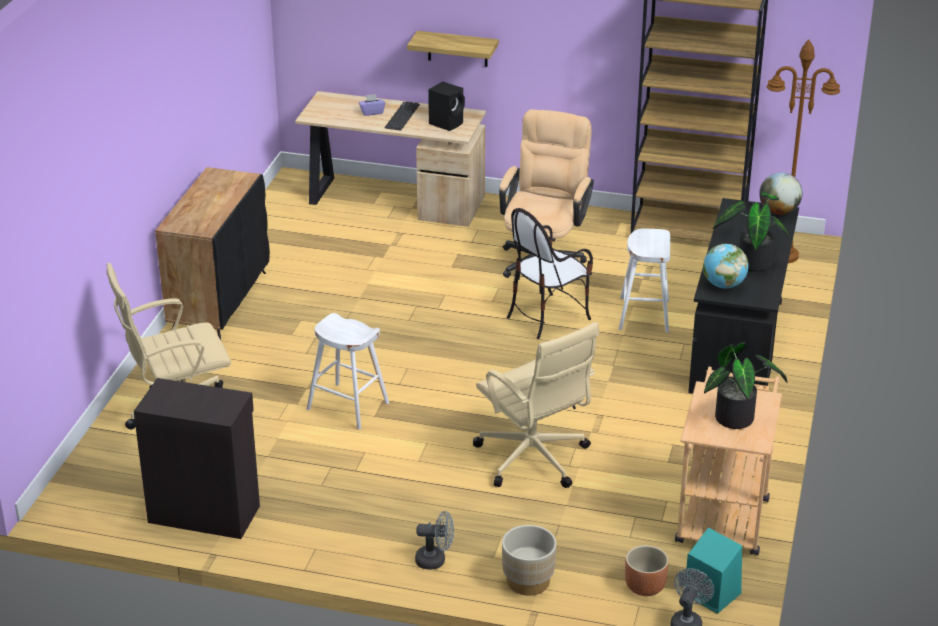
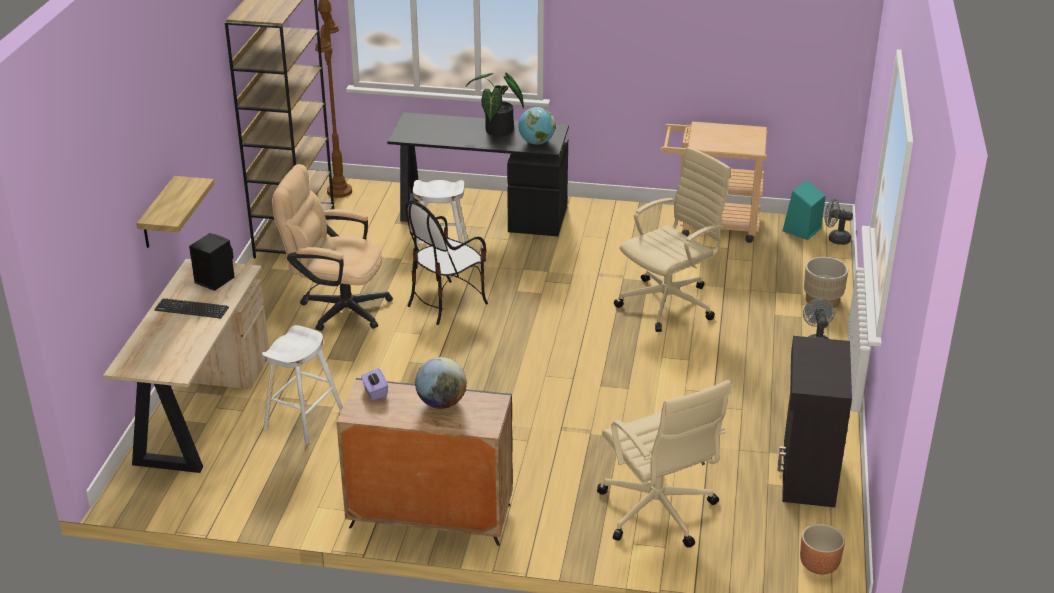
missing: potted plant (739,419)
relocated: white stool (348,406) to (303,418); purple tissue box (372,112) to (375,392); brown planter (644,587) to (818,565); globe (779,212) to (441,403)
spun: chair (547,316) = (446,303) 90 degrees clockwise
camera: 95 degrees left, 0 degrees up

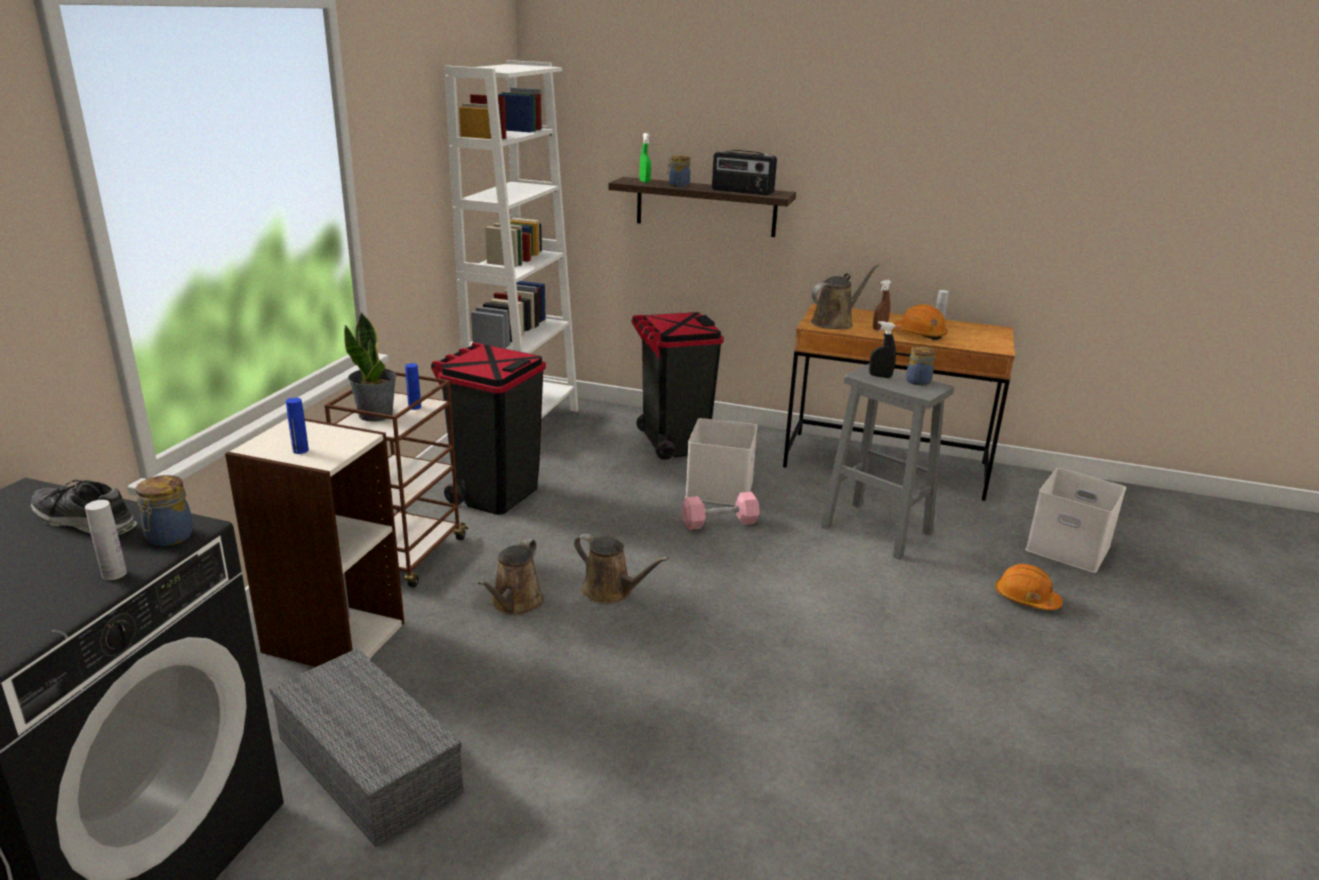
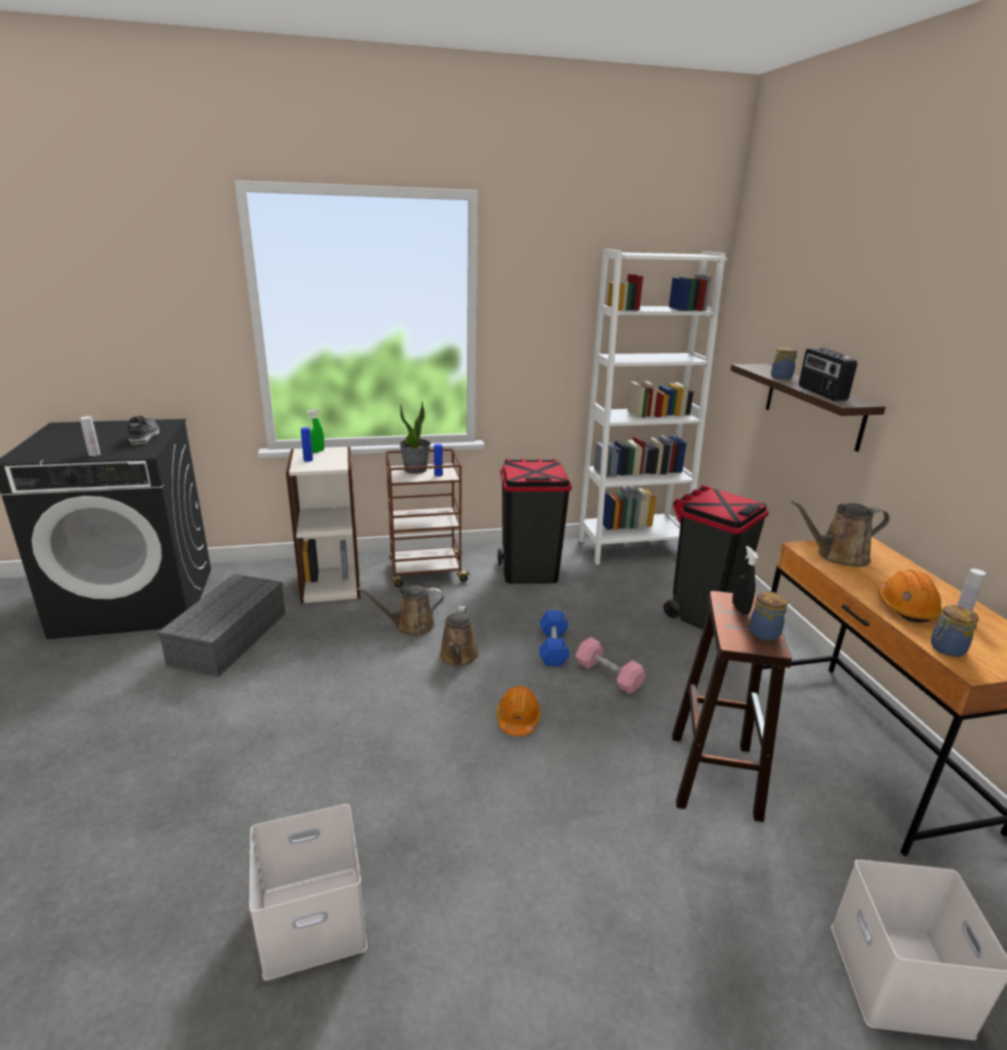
missing: brown spray bottle (879,328)
appeared: blue dumbbell (553,647)
relocated: jar (168,537) to (946,649); green spray bottle (644,182) to (316,451); white storage box (718,488) to (315,917); orange hard hat (1025,599) to (518,719)
colour: grey stool (874,529) to brown stool (713,774)
spun: brown watering can (835,322) = (838,556) 150 degrees clockwise
camera: 60 degrees right, 0 degrees up

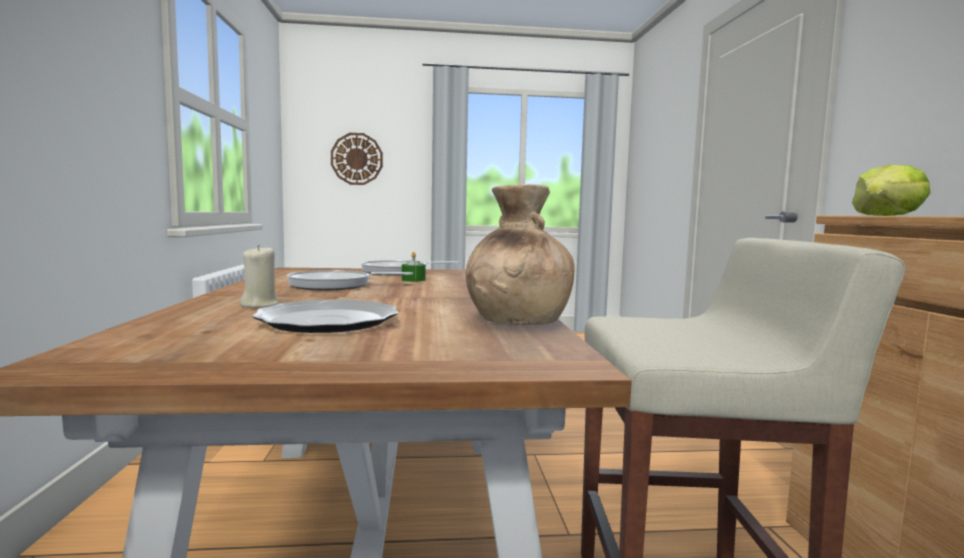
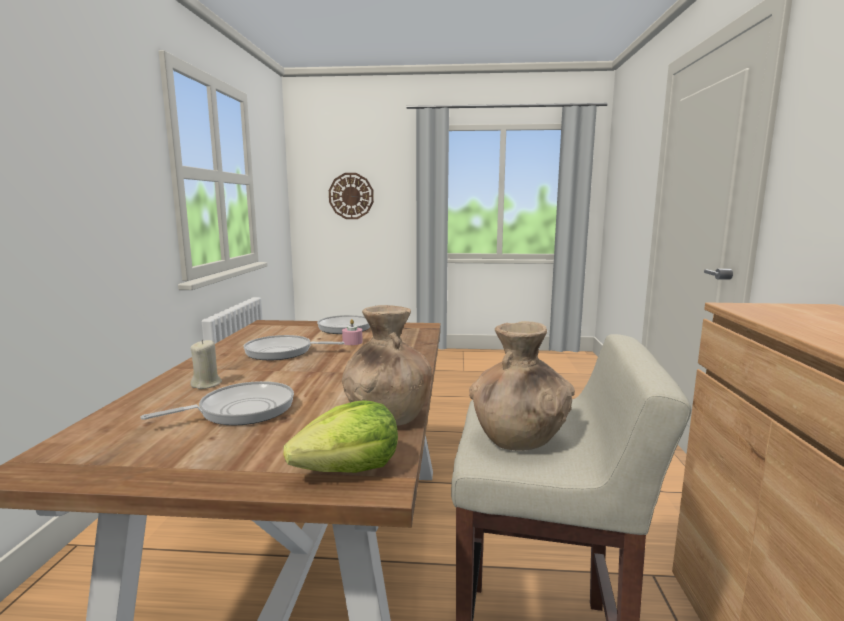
appeared: brown vase (518,438)
relocated: lettuce (885,215) to (349,469)
exchanged: plate (327,321) to frying pan (241,410)
colour: green candle (413,280) to pink candle (352,342)
camera: 10 degrees right, 5 degrees up

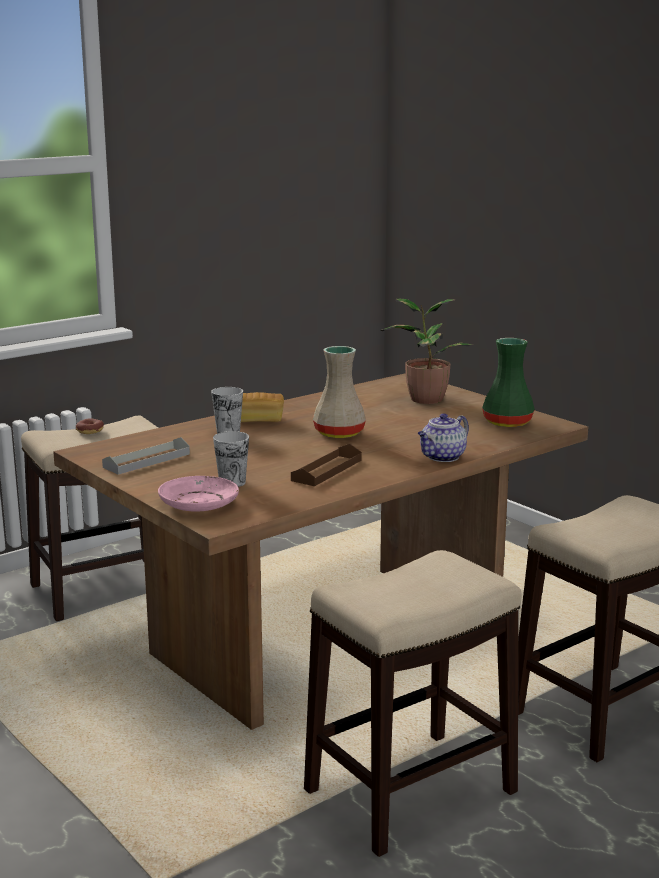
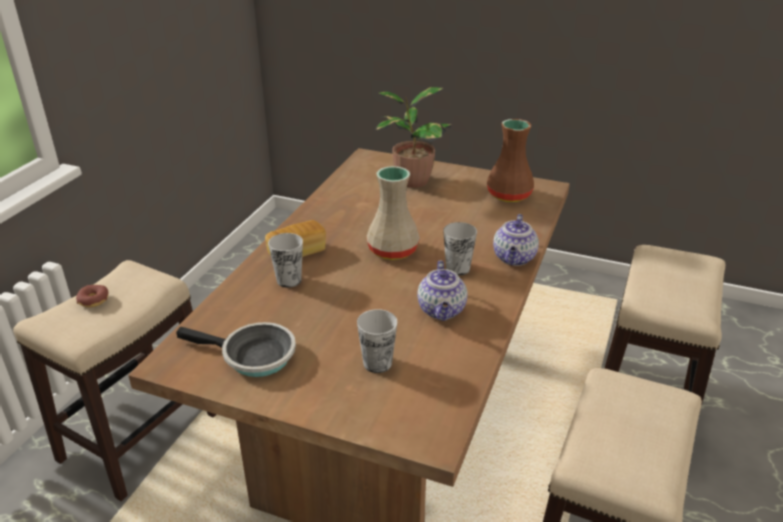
missing: pink plate (198,503)
appeared: cup (457,268)
exchanged: grey tray (146,460) to frying pan (253,356); brown tray (327,470) to teapot (442,311)
colour: green vase (507,422) to brown vase (508,194)
camera: 30 degrees left, 15 degrees up

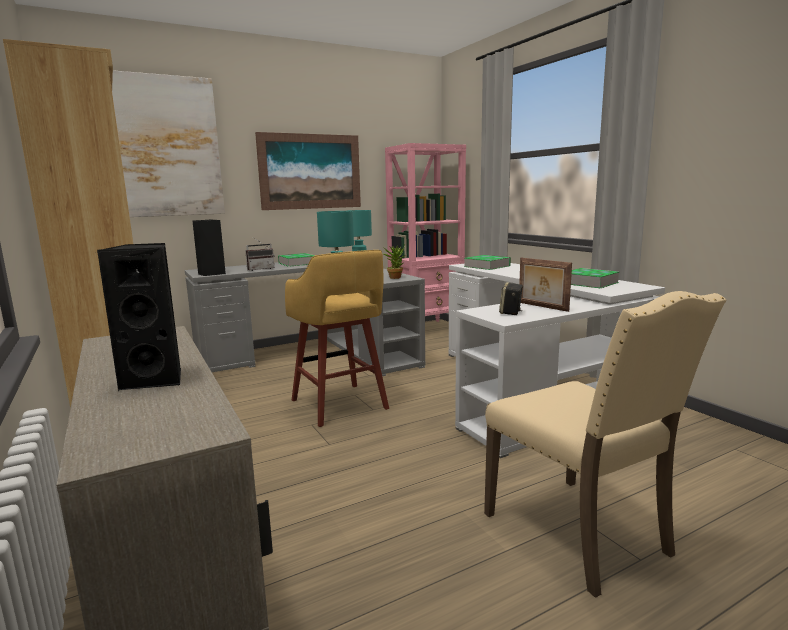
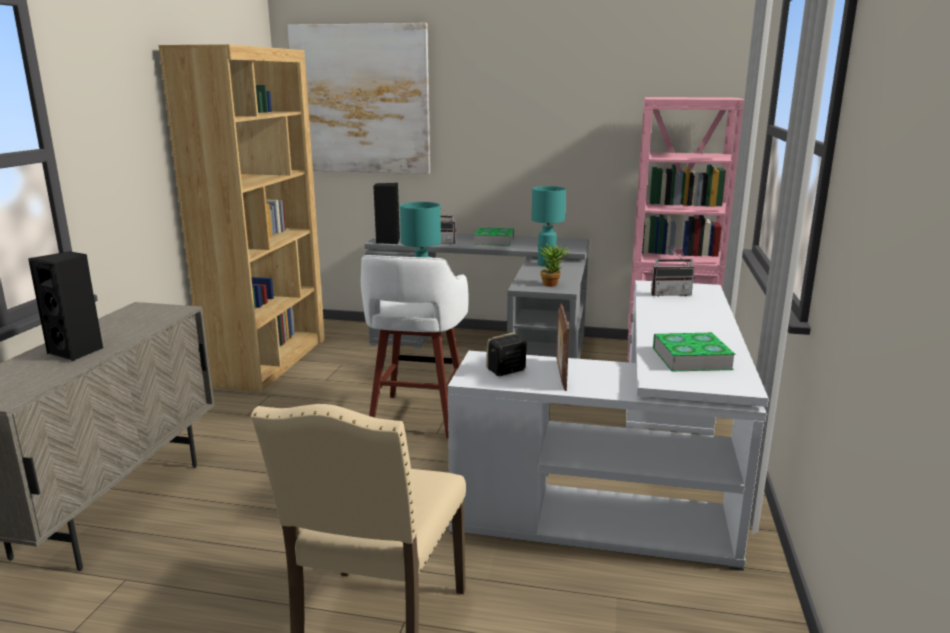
missing: picture (310,171)
exchanged: book (487,266) to radio (670,294)
colour: yellow stool (340,405) to white stool (417,417)
camera: 40 degrees right, 5 degrees up

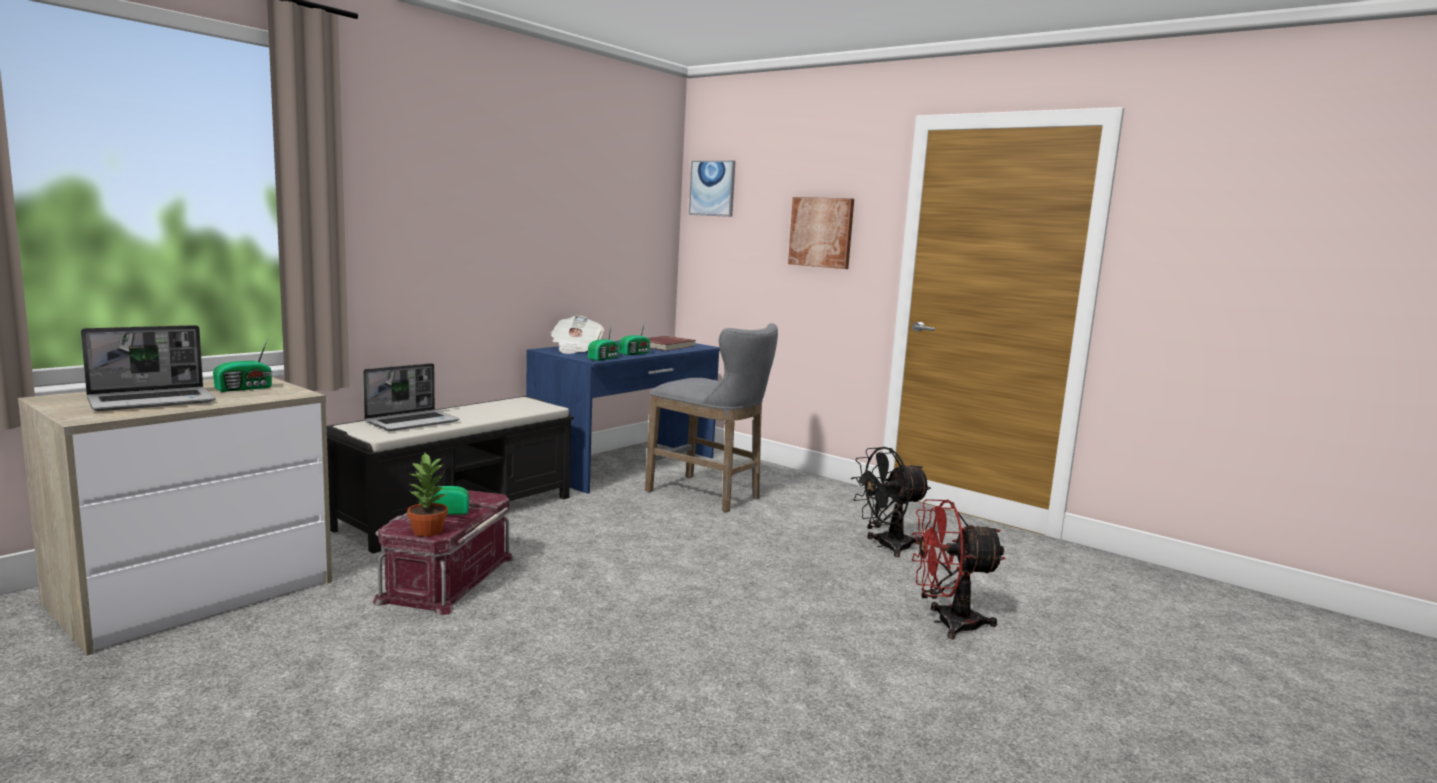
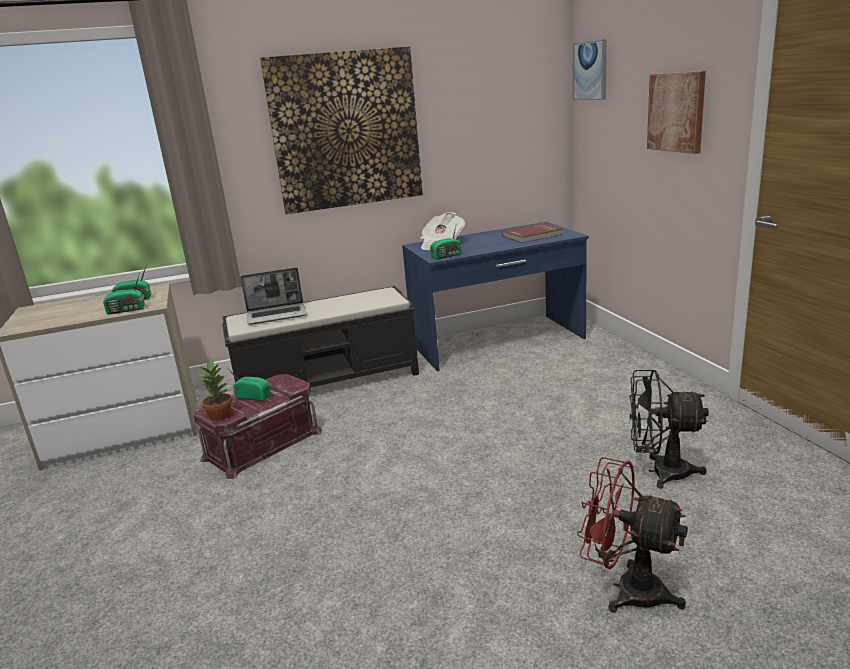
missing: laptop (153,401); grey stool (709,495)
appeared: picture (346,130)
relocated: radio (635,353) to (127,310)
camera: 35 degrees right, 10 degrees up

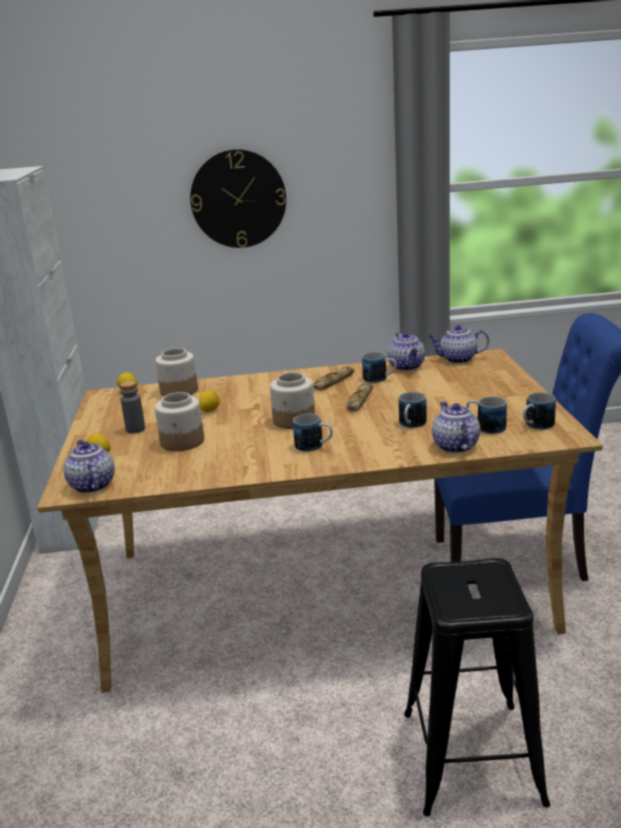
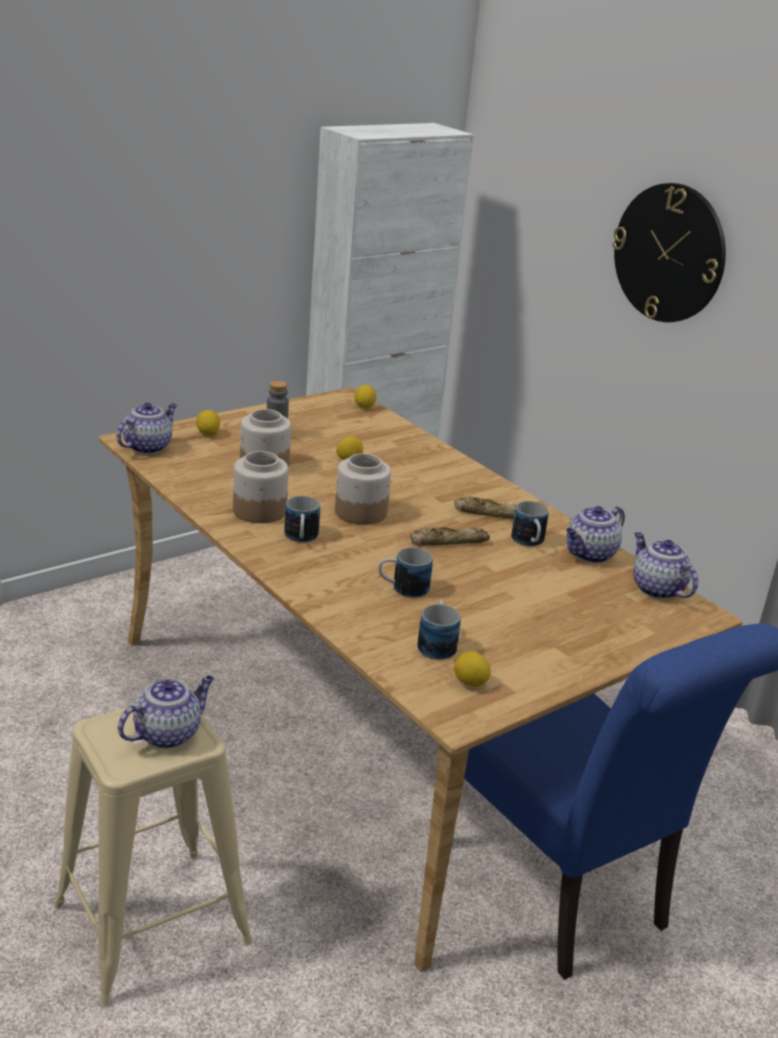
relocated: jar (178,391) to (258,511); teapot (454,446) to (168,733)
exchanged: mug (535,426) to lemon (470,683)
colour: black stool (472,757) to beige stool (151,924)
camera: 55 degrees right, 5 degrees up

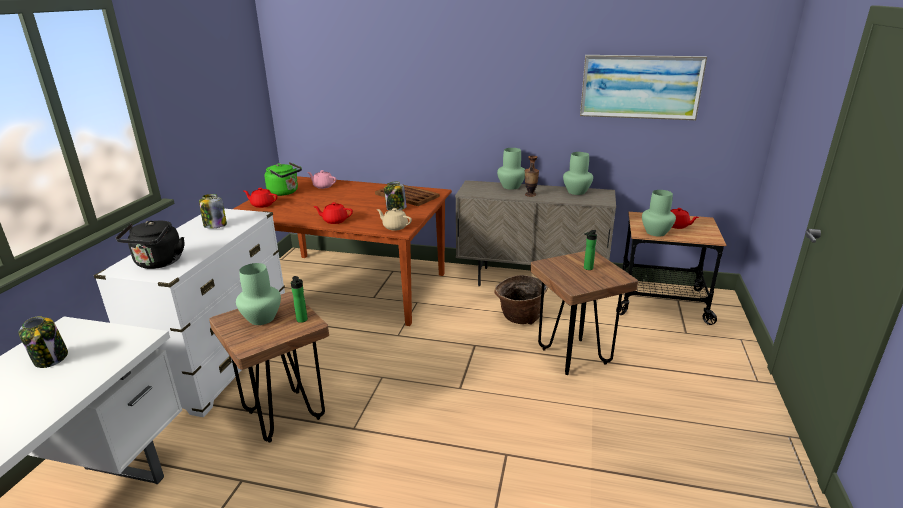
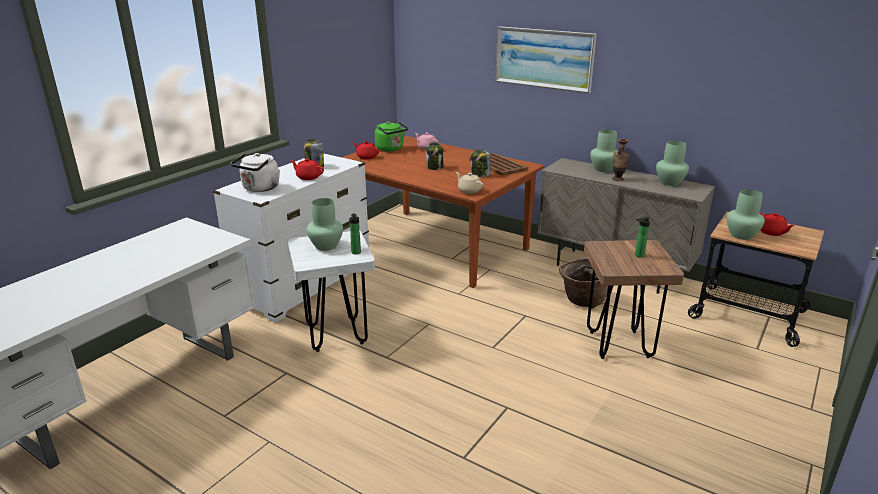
relocated: jar (51,358) to (435,167); red teapot (334,221) to (308,177); picture (640,87) to (544,58)
colour: black kettle (158,263) to white kettle (259,189); brown stool (285,415) to white stool (336,335)
camera: 20 degrees right, 0 degrees up

